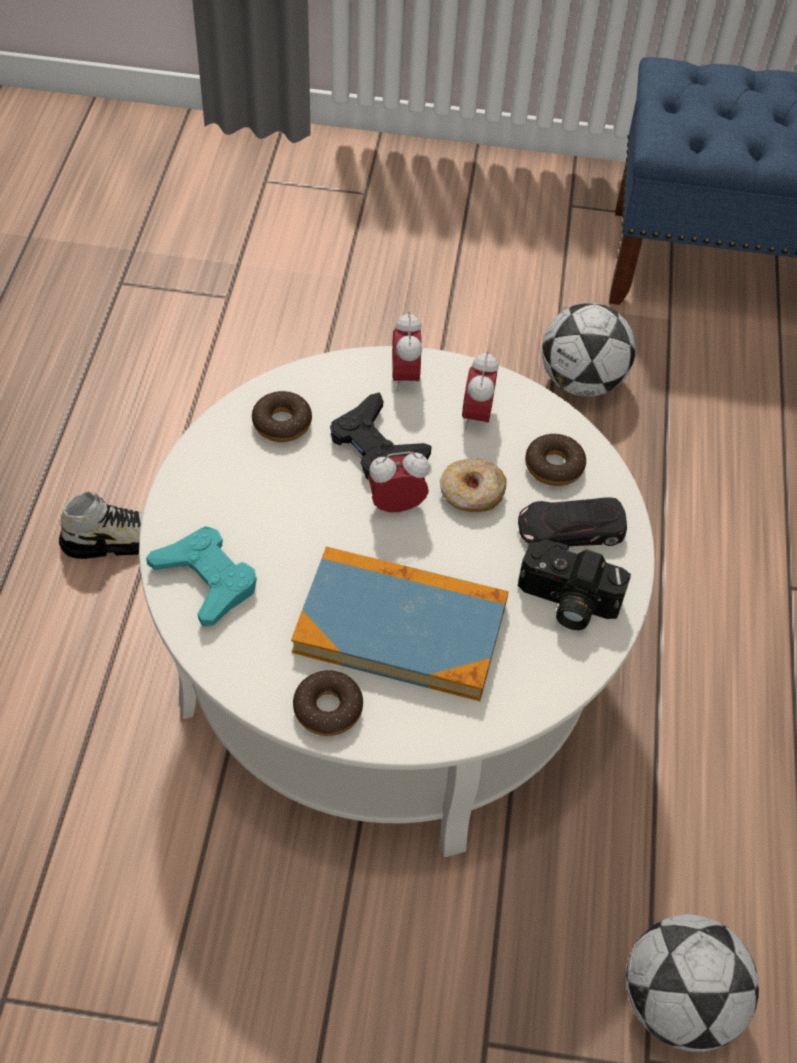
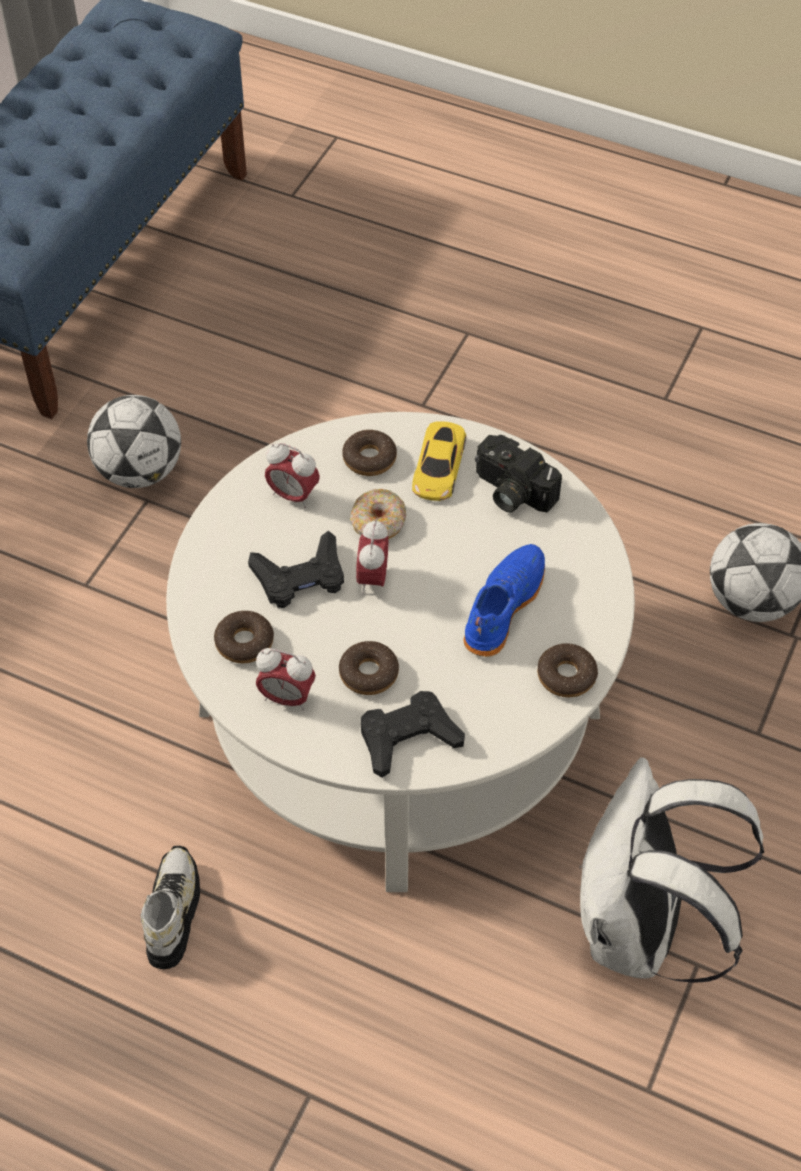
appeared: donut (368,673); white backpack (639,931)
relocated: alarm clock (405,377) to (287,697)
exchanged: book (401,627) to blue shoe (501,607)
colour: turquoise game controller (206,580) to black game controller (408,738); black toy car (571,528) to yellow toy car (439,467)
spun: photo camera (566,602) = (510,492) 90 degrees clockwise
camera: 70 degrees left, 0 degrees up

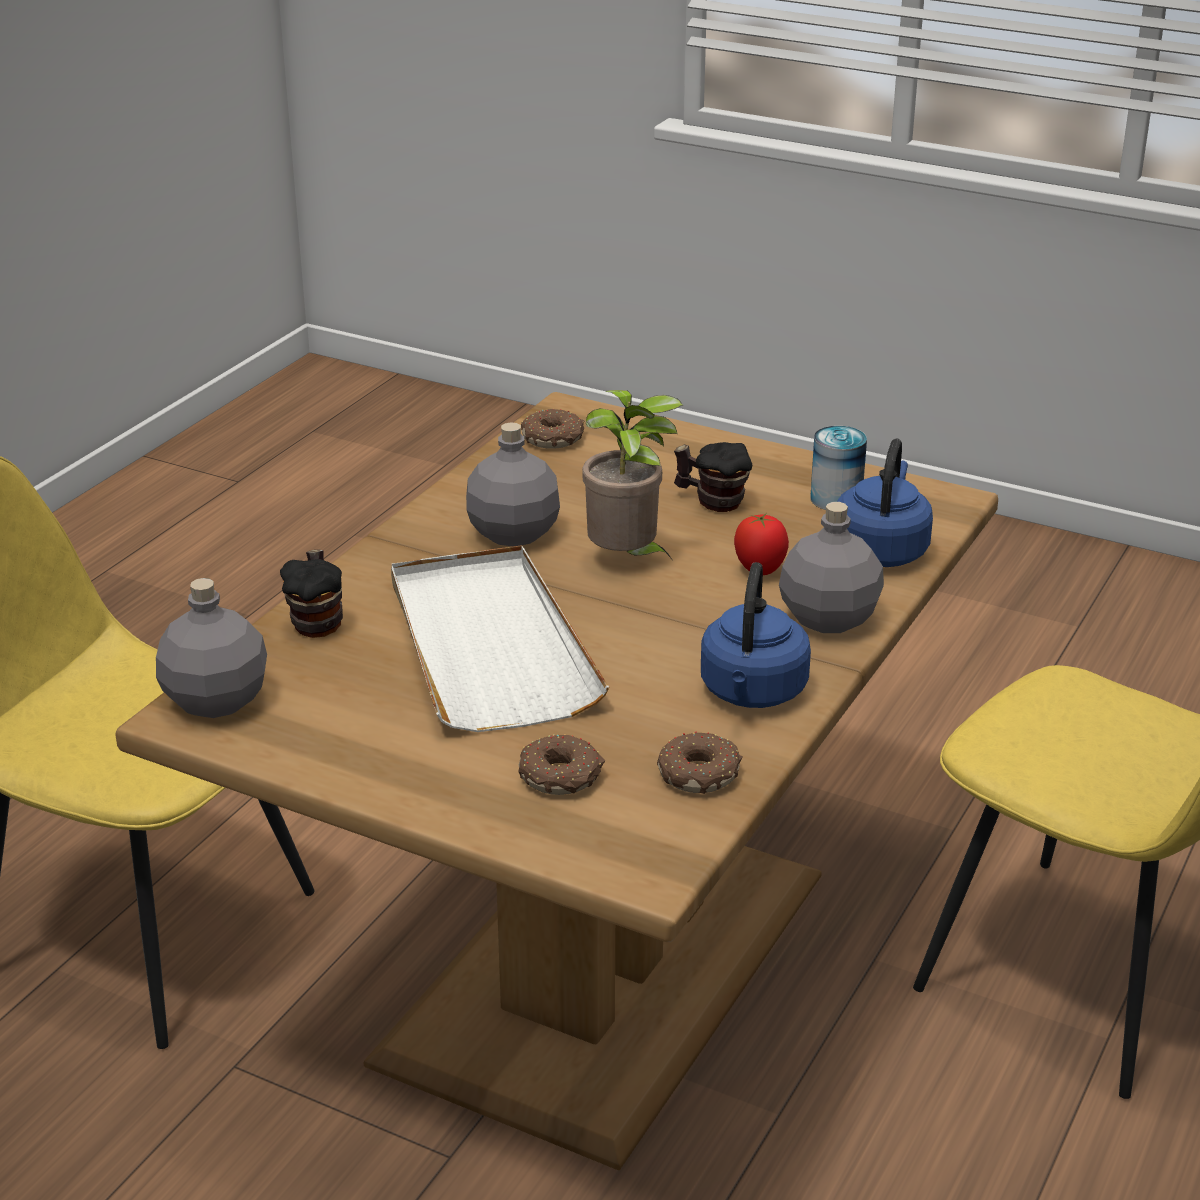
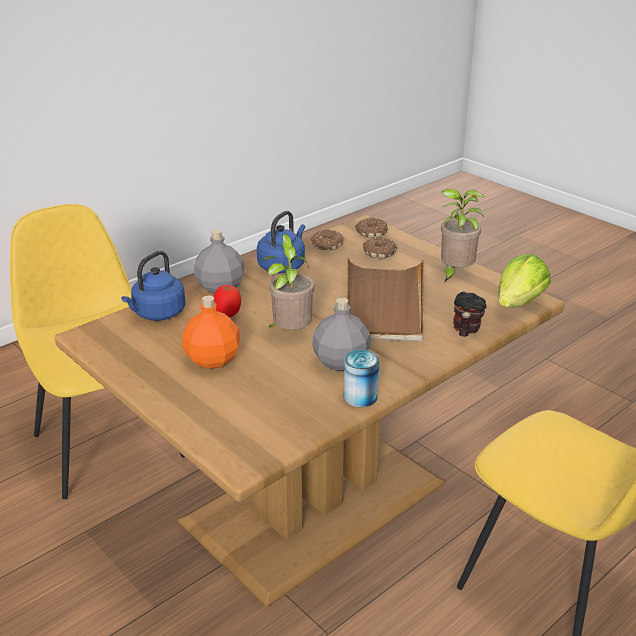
appeared: potted plant (455,273)
relocated: donut (554,438) to (371,232); can (836,499) to (360,397)
exchanged: grey bottle (214,701) to lettuce (519,303); mug (712,501) to orange bottle (213,360)
colour: white tray (489,645) to brown tray (384,304)
camera: 160 degrees left, 0 degrees up

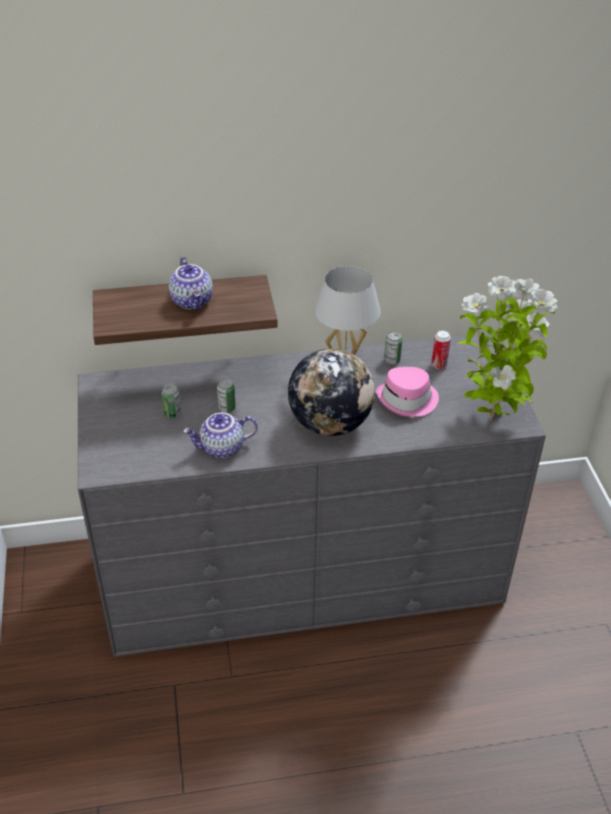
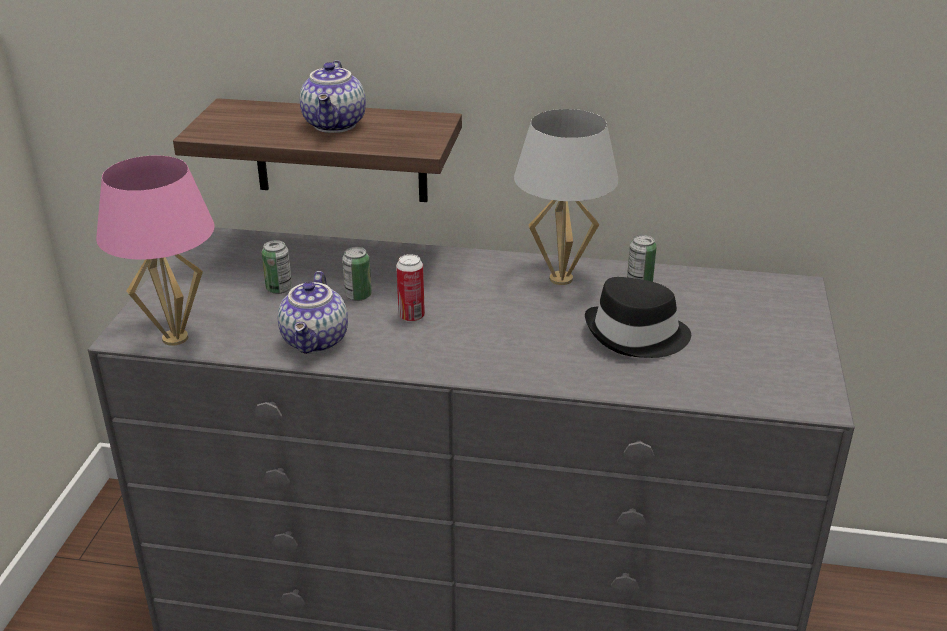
missing: globe (330,424); potted plant (492,419)
appeared: pink table lamp (174,338)
relocated: can (438,365) to (411,316)
colour: pink hat (407,400) to black hat (637,335)
spun: teapot (221,448) = (316,341) 90 degrees counterclockwise
camera: 20 degrees right, 10 degrees down

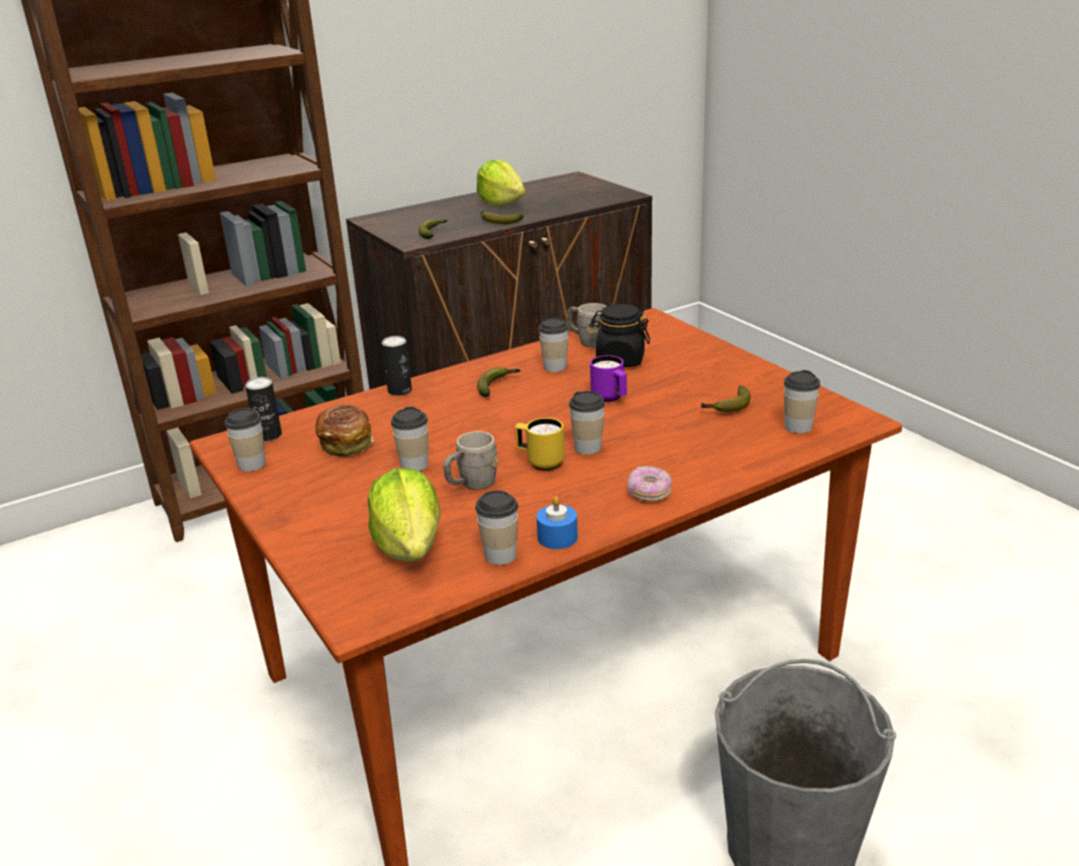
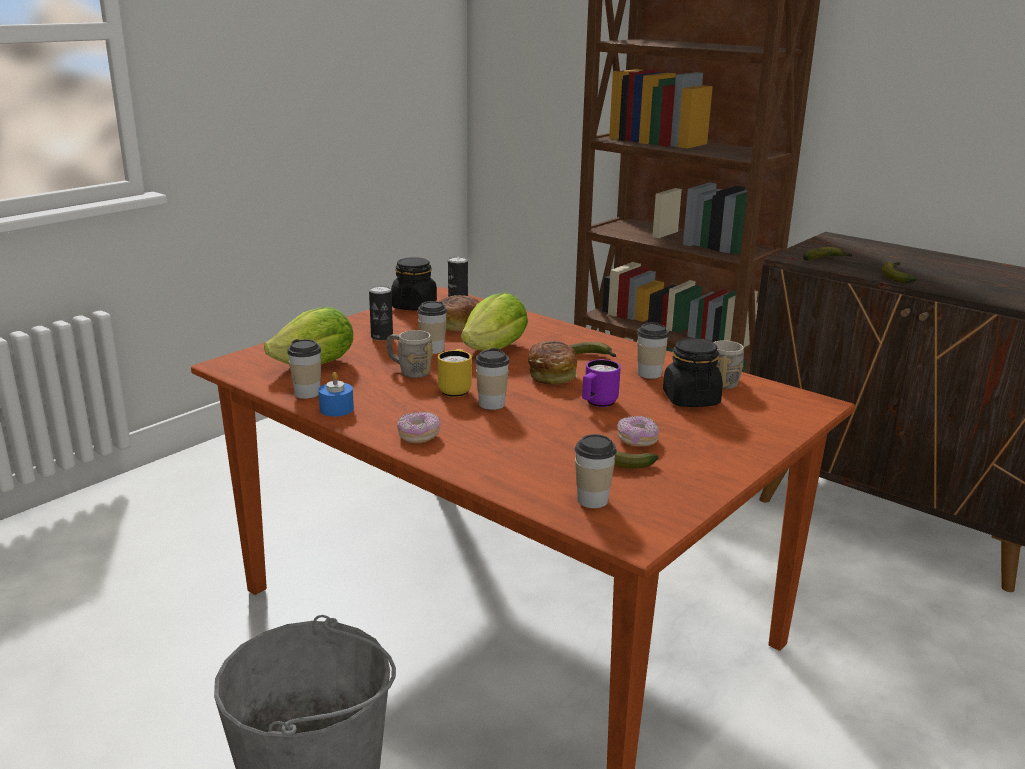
appeared: bread (552,375); donut (637,440)
relocated: can (400,391) to (382,337); lettuce (502,204) to (495,349)
exchanged: cup (252,464) to black jar (414,306)
camera: 70 degrees right, 5 degrees down

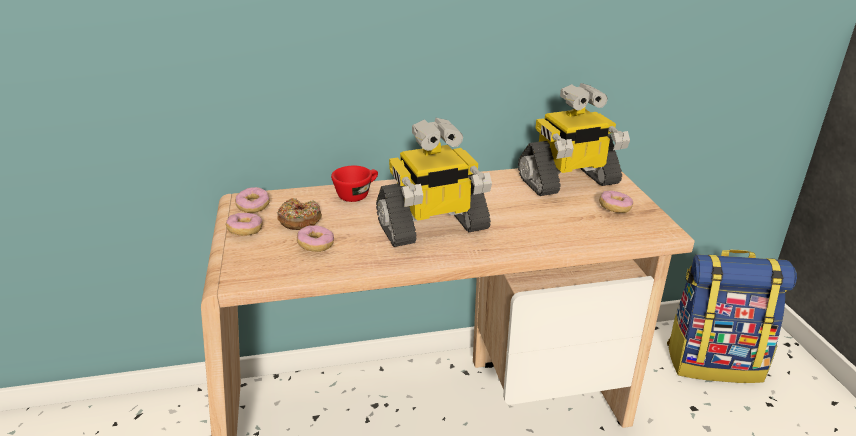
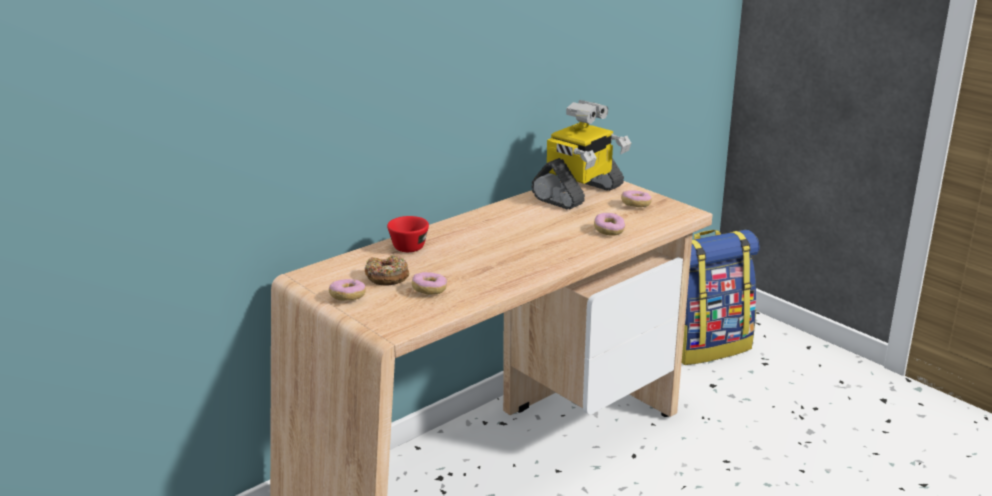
missing: toy robot (432,227)
relocated: donut (253,207) to (609,231)
camera: 30 degrees left, 5 degrees down

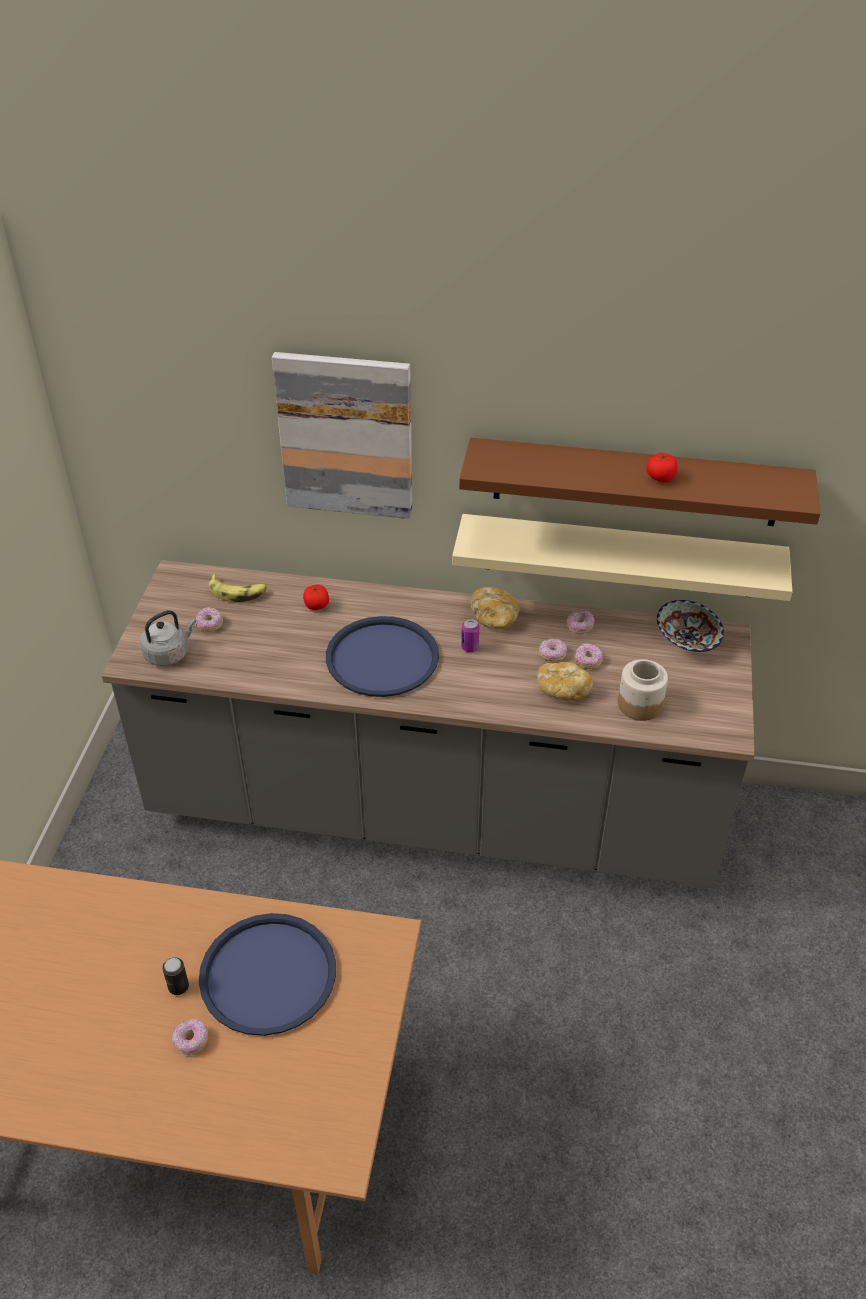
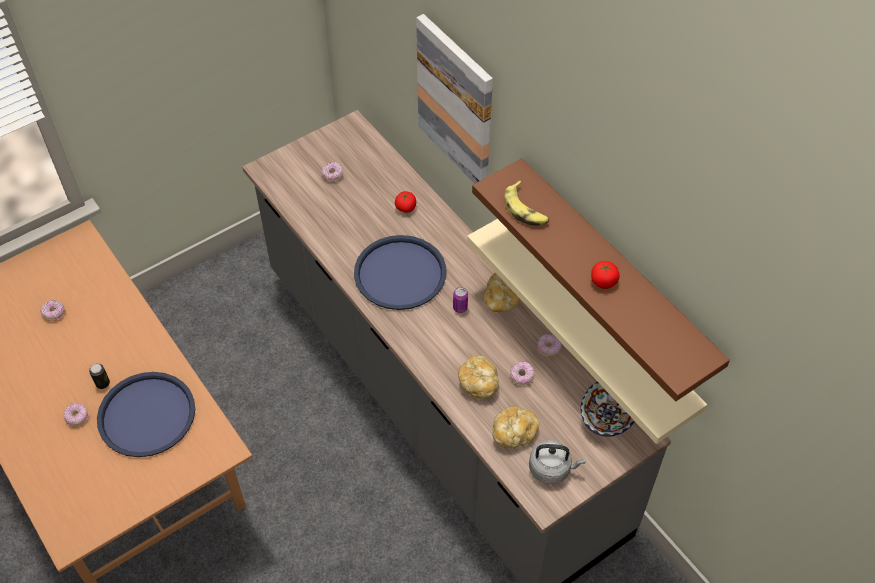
relocated: grey kettle (169,653) to (552,469); banana (238,592) to (526,210); donut (552,655) to (54,313)
exchanged: jar (639,704) to bread (514,433)
camera: 45 degrees right, 10 degrees up

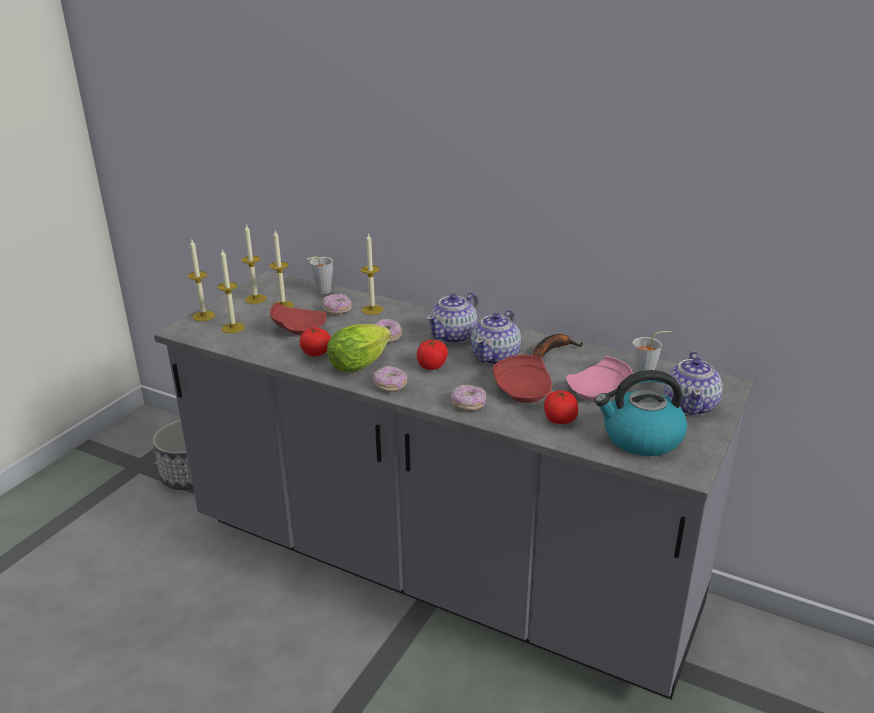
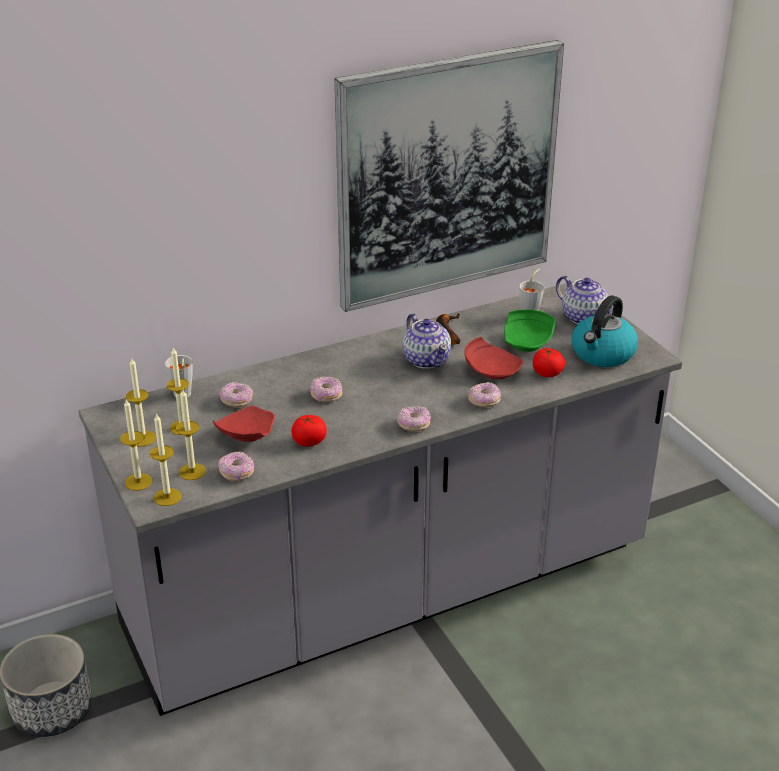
missing: lettuce (362,363); tomato (432,366); teapot (454,336)
appeared: donut (237,473); picture (446,175)
relocated: candle (372,310) to (167,497)
colour: pink plate (599,391) to green plate (527,341)
camera: 55 degrees left, 5 degrees up

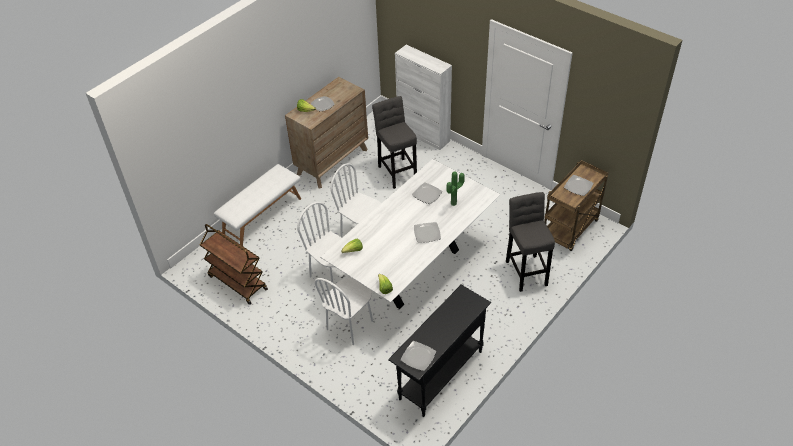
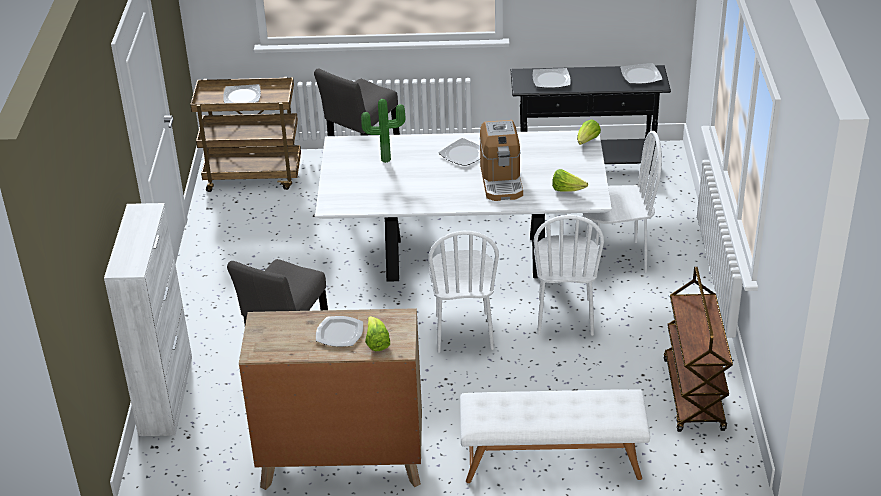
appeared: coffee machine (501,181)
relocated: plate (427,194) to (551,80)
camera: 130 degrees left, 10 degrees down

